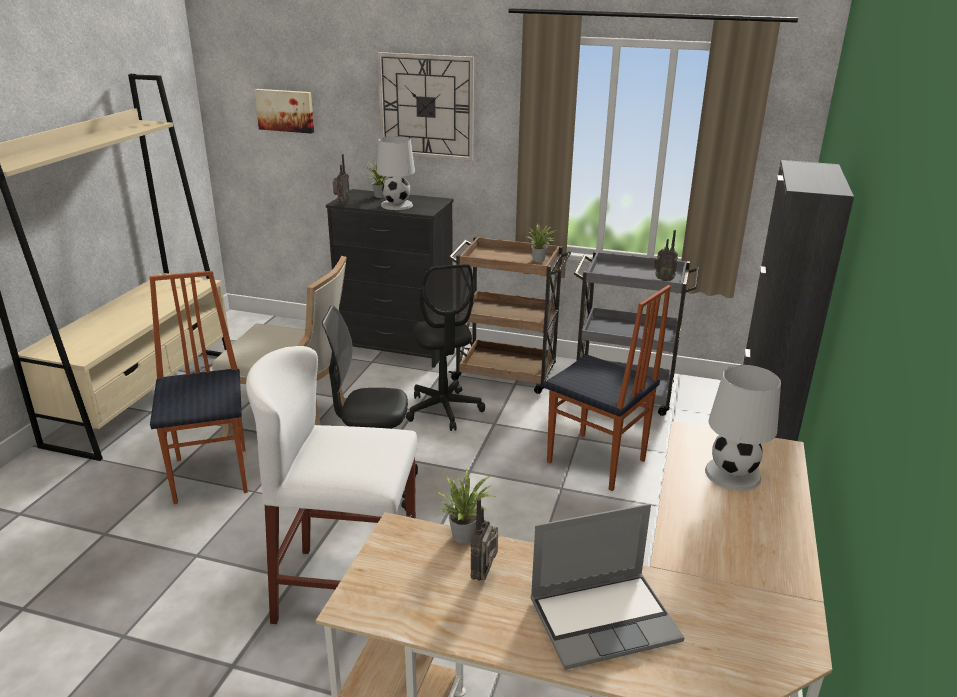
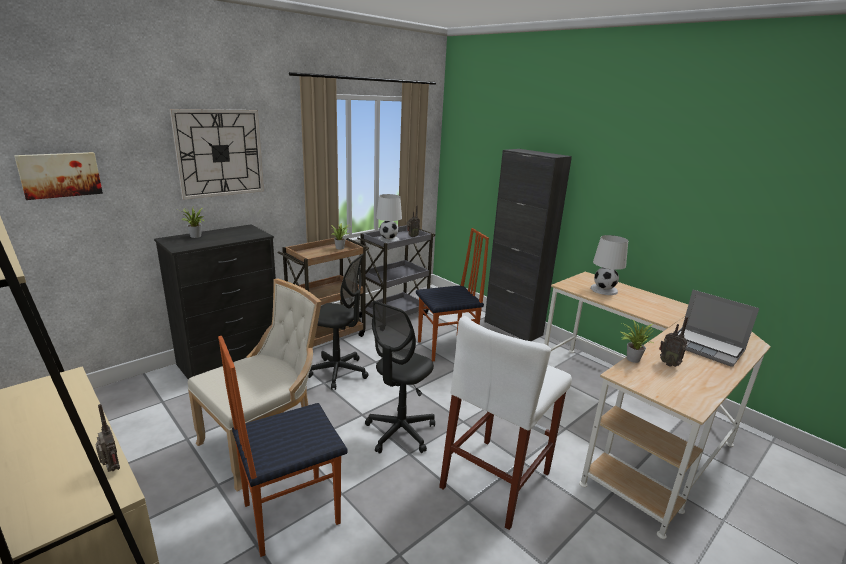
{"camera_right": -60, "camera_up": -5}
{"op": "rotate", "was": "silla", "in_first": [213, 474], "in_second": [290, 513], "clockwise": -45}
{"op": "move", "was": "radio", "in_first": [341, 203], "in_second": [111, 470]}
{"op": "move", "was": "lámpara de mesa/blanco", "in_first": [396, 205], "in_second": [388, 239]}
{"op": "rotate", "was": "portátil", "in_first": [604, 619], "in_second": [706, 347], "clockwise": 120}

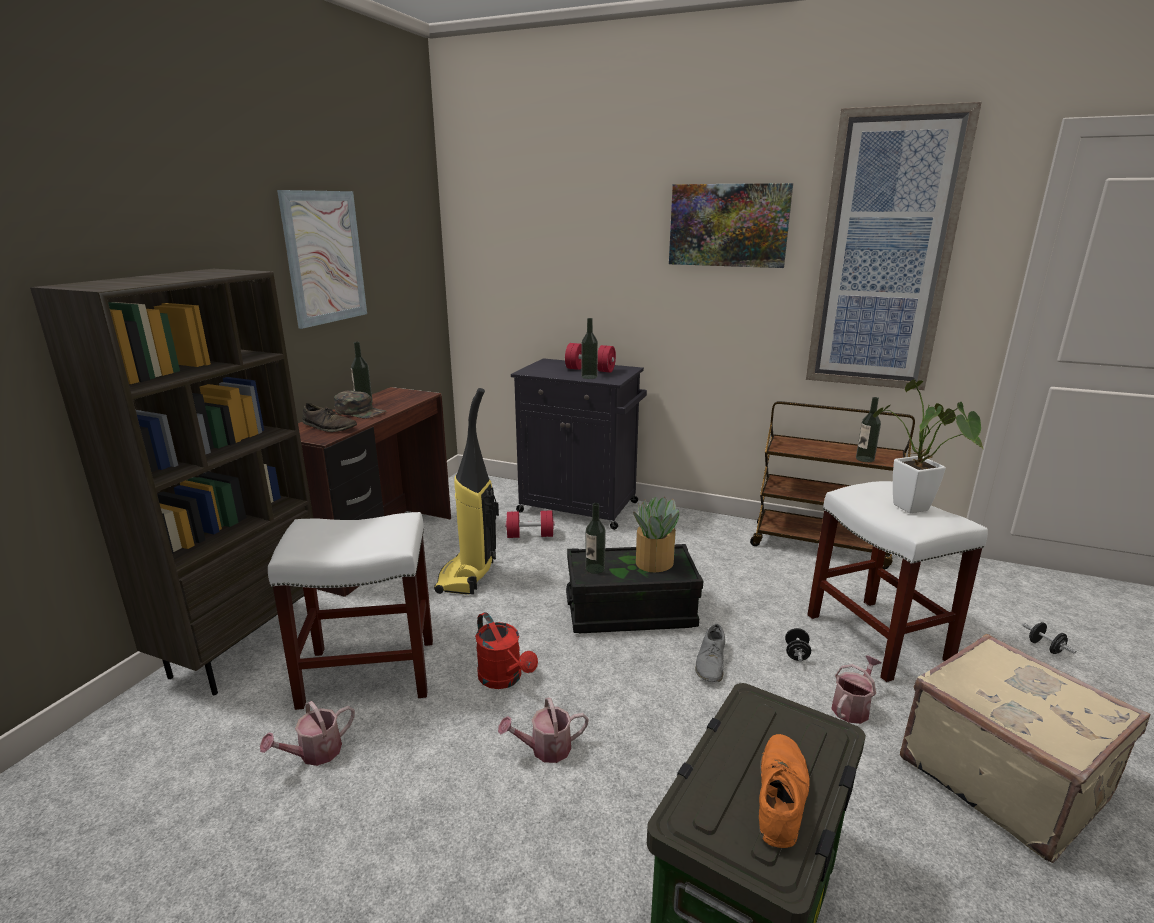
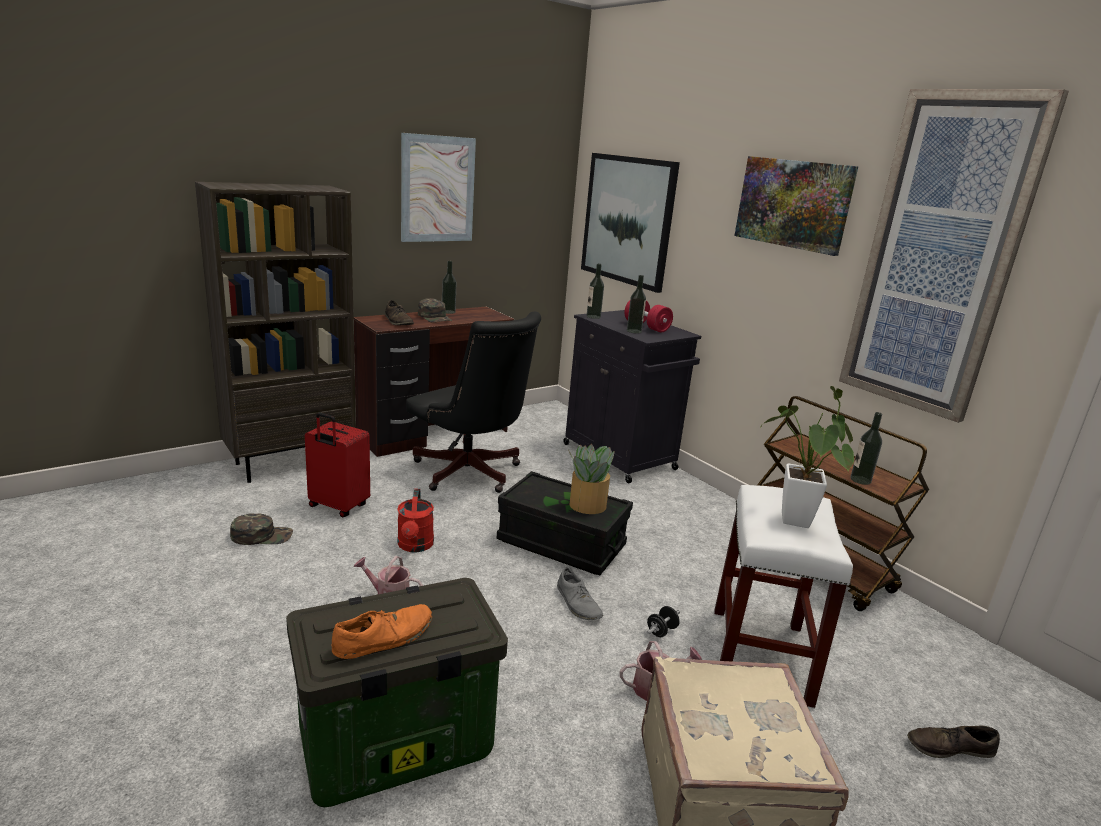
{"camera_right": 30, "camera_up": 0}
{"op": "replace", "was": "regadera", "now": "gorra/verde", "in_first": [314, 753], "in_second": [262, 535]}
{"op": "replace", "was": "taburete/blanco", "now": "maleta/rojo", "in_first": [367, 674], "in_second": [337, 507]}
{"op": "replace", "was": "aspiradora", "now": "silla de oficina/negro", "in_first": [468, 576], "in_second": [470, 474]}
{"op": "delete", "was": "mancuerna/rojo", "in_first": [530, 535]}
{"op": "move", "was": "botella", "in_first": [595, 568], "in_second": [593, 317]}
{"op": "rotate", "was": "zapato/gris", "in_first": [711, 662], "in_second": [578, 603], "clockwise": -75}
{"op": "replace", "was": "mancuerna/negro", "now": "zapato/marrón", "in_first": [1045, 647], "in_second": [949, 748]}
{"op": "insert", "now": "cuadro", "in_second": [627, 220]}

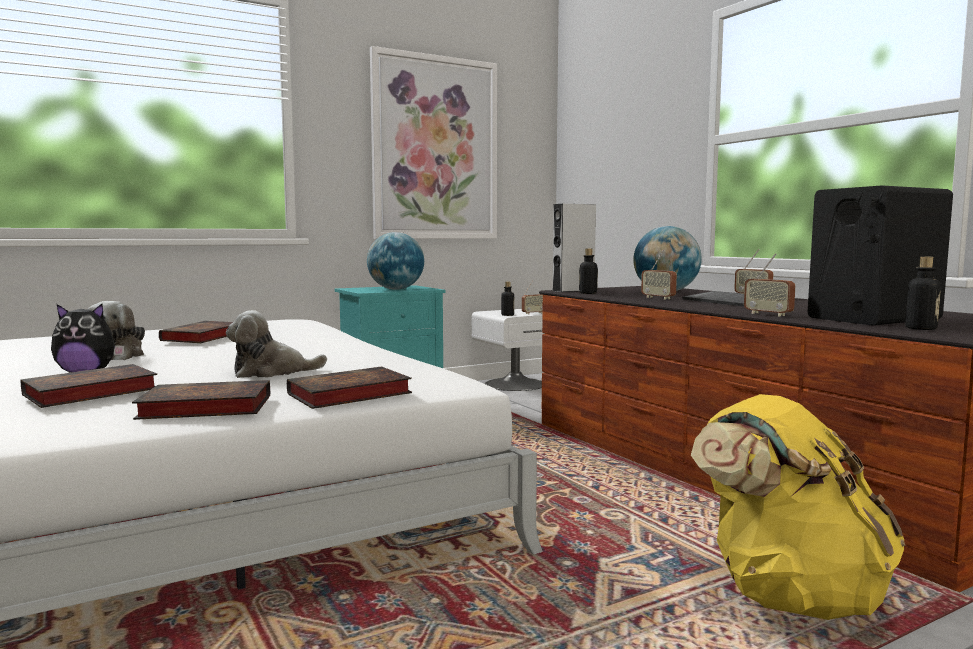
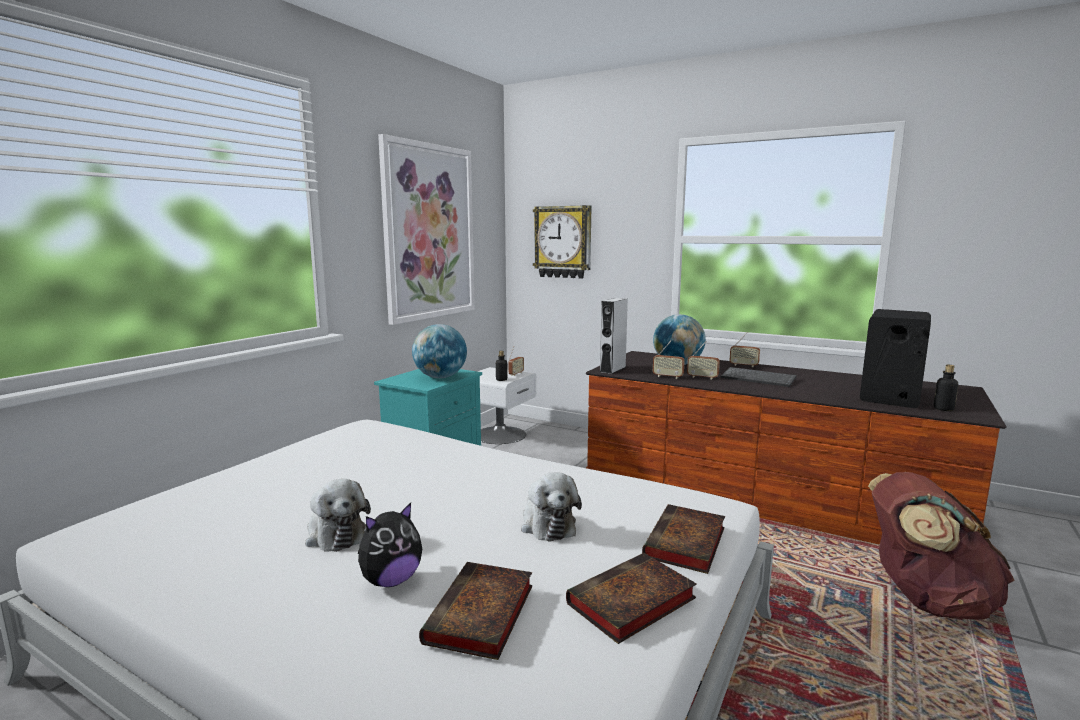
{"camera_right": -30, "camera_up": 5}
{"op": "delete", "was": "libro", "in_first": [202, 337]}
{"op": "rotate", "was": "peluche", "in_first": [271, 372], "in_second": [547, 524], "clockwise": -60}
{"op": "delete", "was": "botella", "in_first": [588, 293]}
{"op": "recolor", "was": "mochila/amarillo", "now": "mochila/marrón", "in_first": [789, 596], "in_second": [925, 600]}
{"op": "move", "was": "radio", "in_first": [768, 314], "in_second": [668, 377]}
{"op": "insert", "now": "reloj de pared", "in_second": [563, 242]}

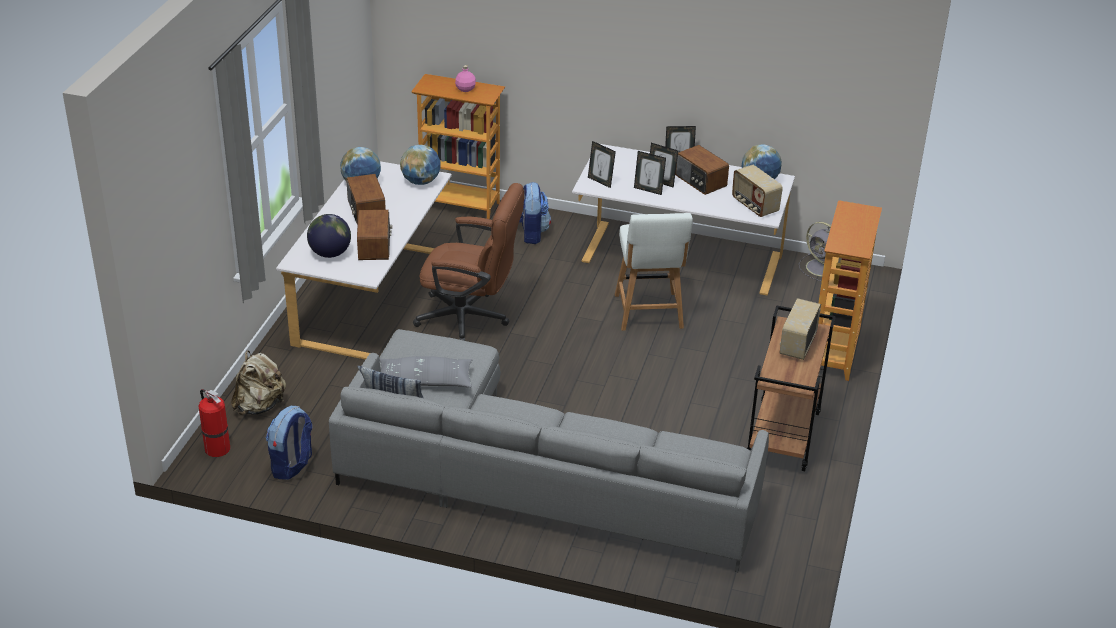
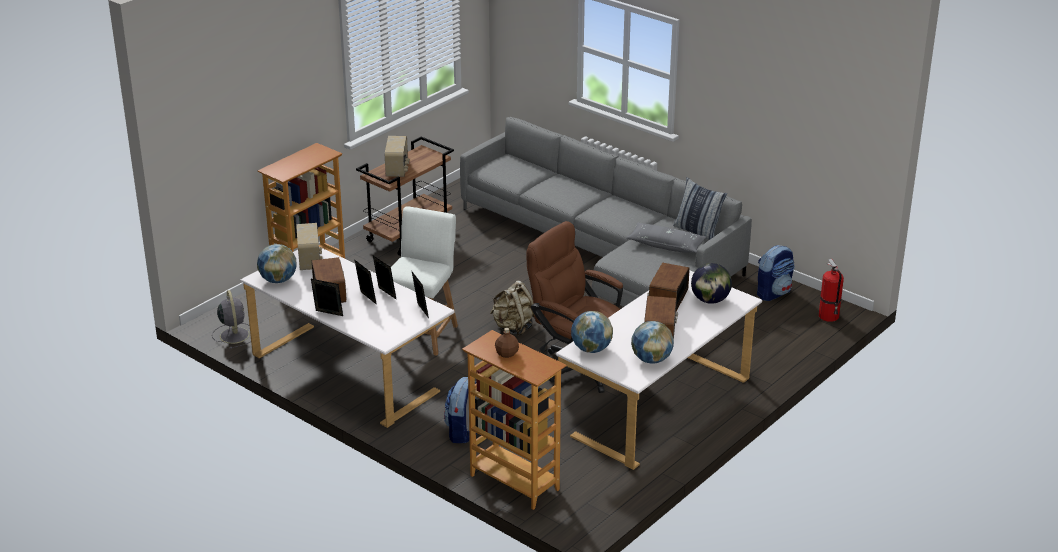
{"camera_right": -155, "camera_up": -5}
{"op": "move", "was": "mochila/beis", "in_first": [259, 406], "in_second": [513, 327]}
{"op": "recolor", "was": "botella/rosa", "now": "botella/marrón", "in_first": [465, 89], "in_second": [507, 354]}
{"op": "rotate", "was": "radio", "in_first": [797, 345], "in_second": [397, 170], "clockwise": -45}

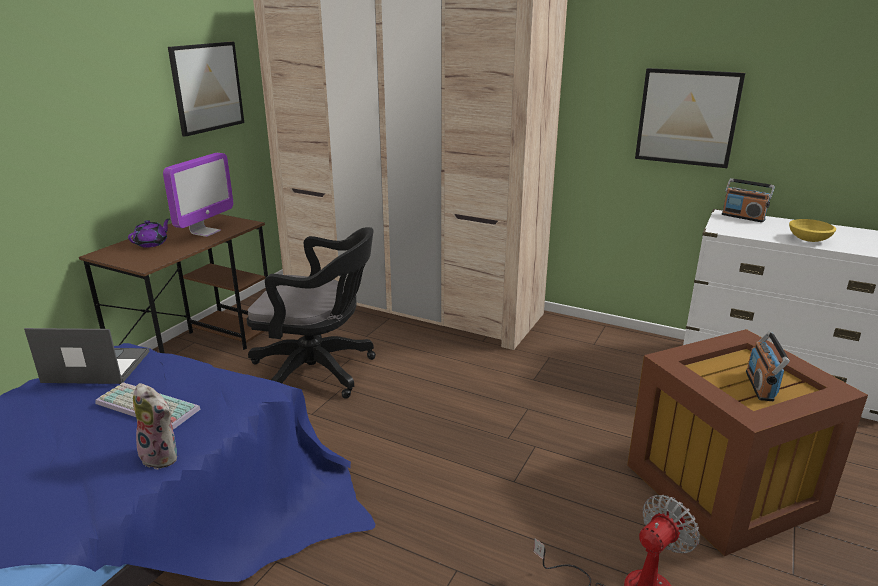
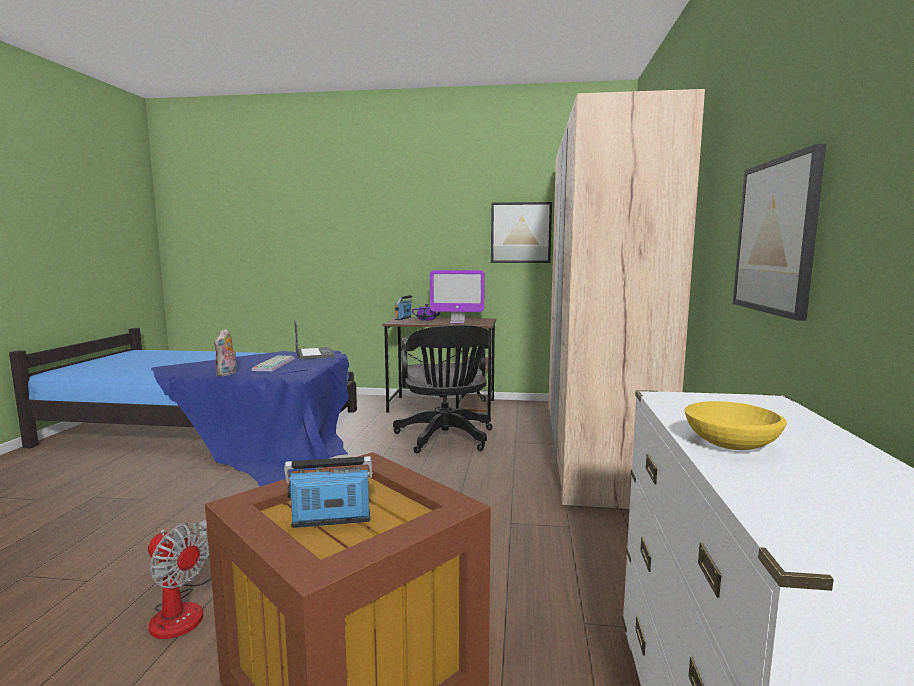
{"camera_right": 70, "camera_up": -15}
{"op": "move", "was": "radio", "in_first": [743, 217], "in_second": [403, 318]}

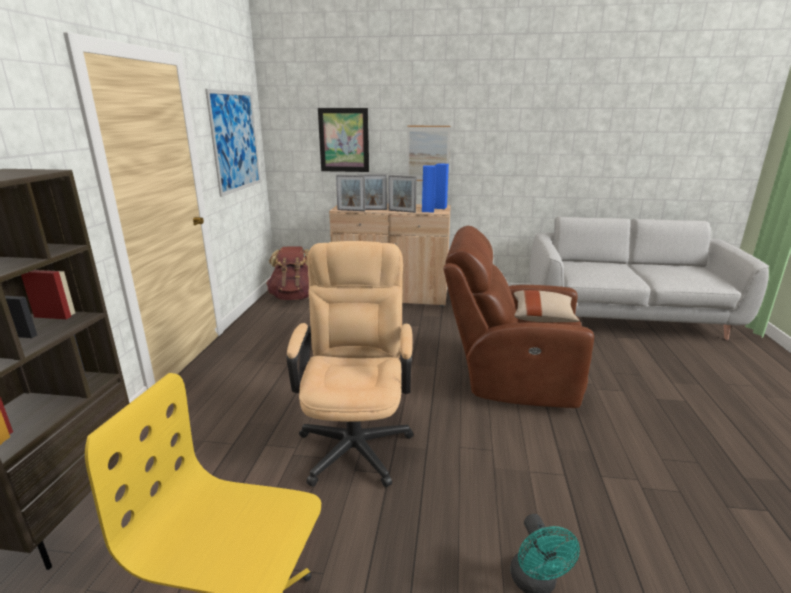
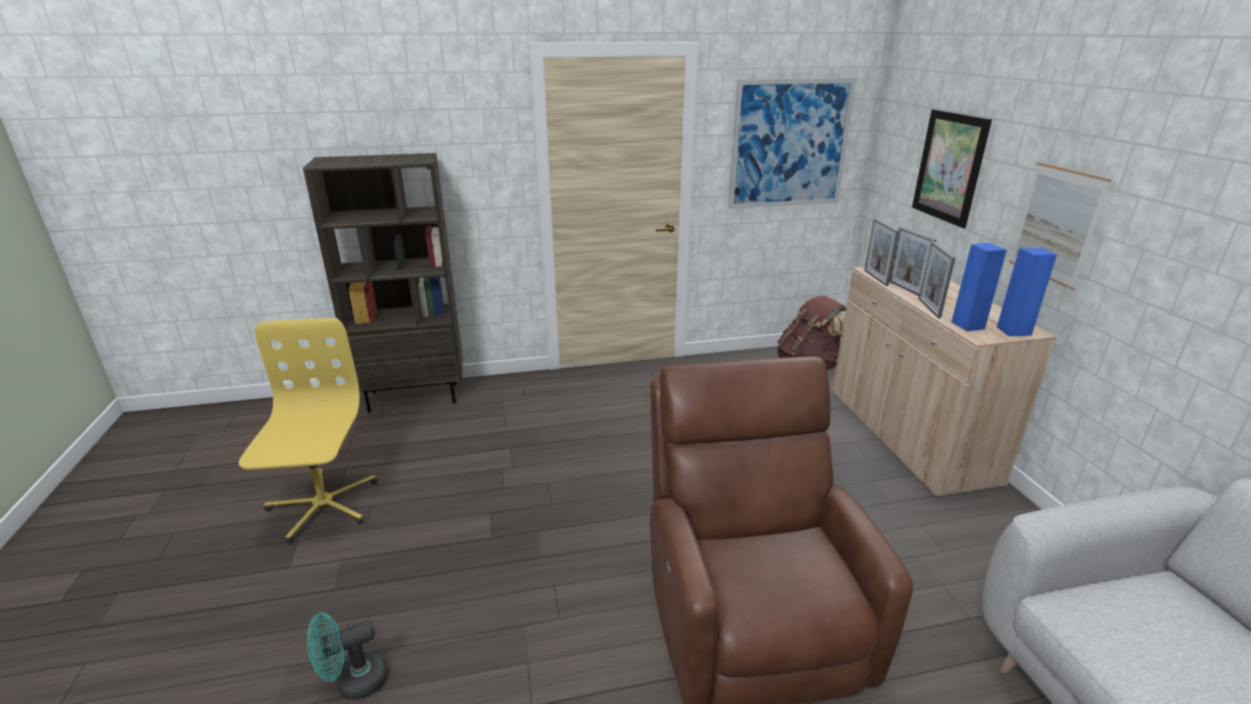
{"camera_right": 70, "camera_up": 5}
{"op": "delete", "was": "silla de oficina/beis", "in_first": [356, 439]}
{"op": "delete", "was": "cojín/beis", "in_first": [542, 318]}

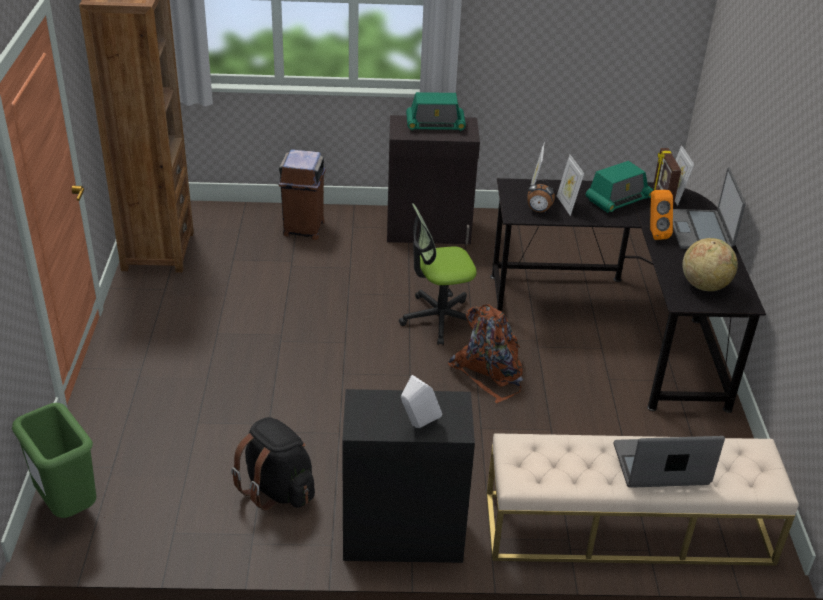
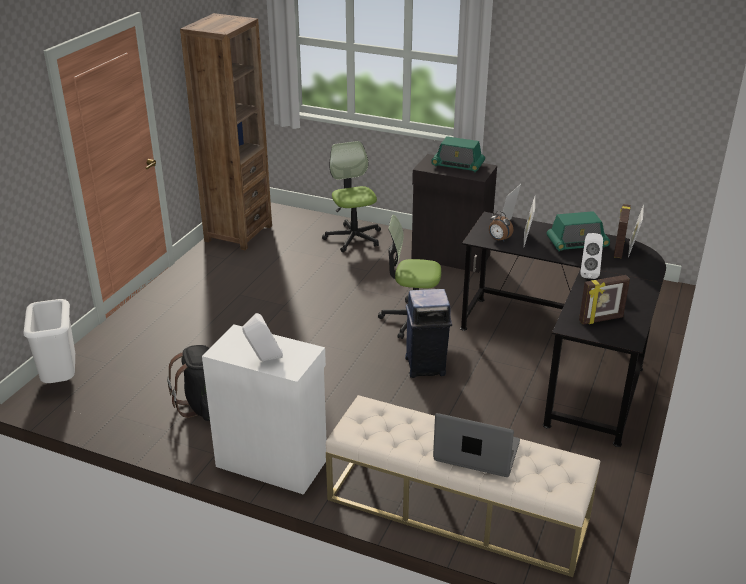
{"camera_right": 25, "camera_up": -5}
{"op": "recolor", "was": "papelera/verde", "now": "papelera/blanco", "in_first": [67, 506], "in_second": [60, 380]}
{"op": "replace", "was": "papelera/marrón", "now": "silla de oficina", "in_first": [303, 229], "in_second": [353, 238]}
{"op": "recolor", "was": "armario/negro", "now": "armario/blanco", "in_first": [402, 534], "in_second": [271, 461]}
{"op": "replace", "was": "mochila/marrón", "now": "papelera/azul", "in_first": [490, 371], "in_second": [426, 366]}
{"op": "recolor", "was": "altavoz/naranja", "now": "altavoz/blanco", "in_first": [654, 233], "in_second": [588, 273]}
{"op": "delete", "was": "portátil", "in_first": [700, 231]}
{"op": "replace", "was": "globo terráqueo", "now": "portarretratos", "in_first": [704, 285], "in_second": [601, 319]}

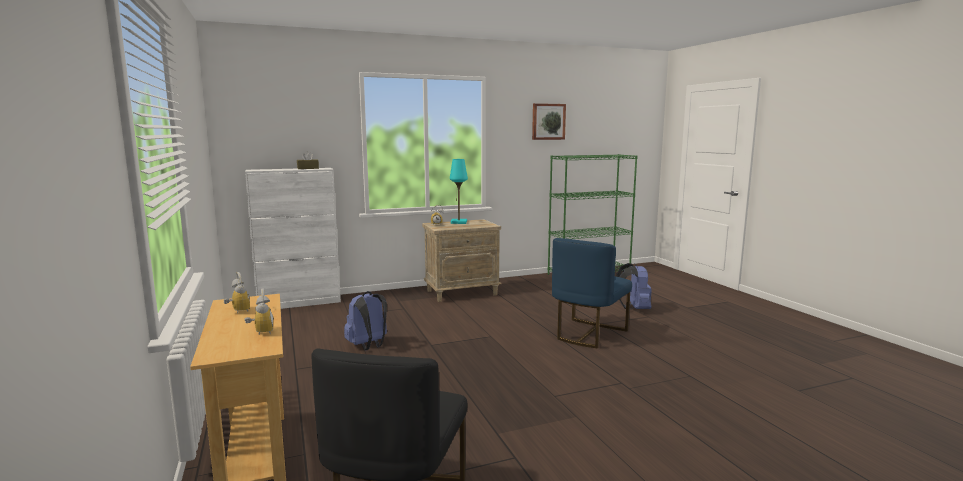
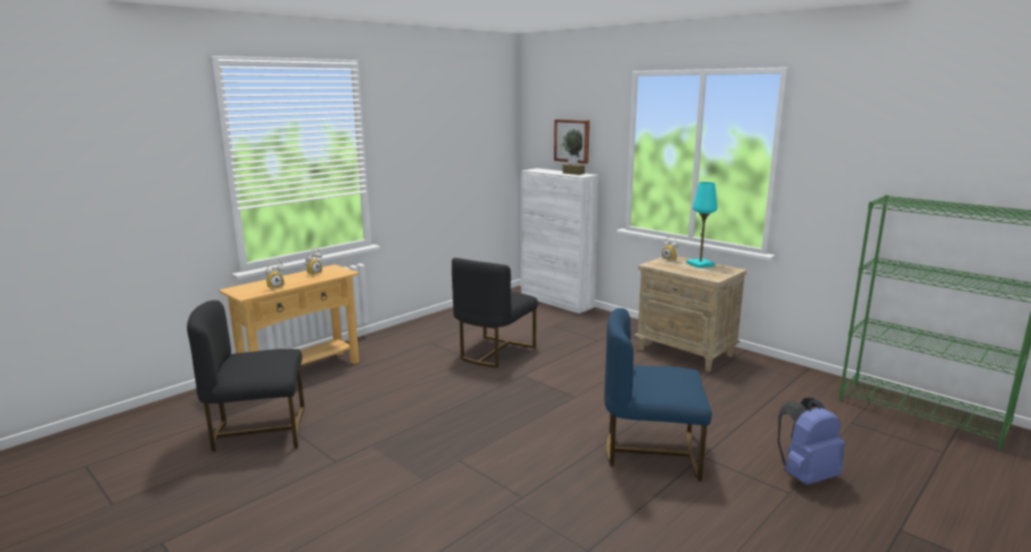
{"camera_right": 65, "camera_up": 5}
{"op": "replace", "was": "mochila/azul", "now": "silla/negro", "in_first": [368, 346], "in_second": [494, 352]}
{"op": "move", "was": "cuadro", "in_first": [548, 121], "in_second": [572, 141]}

